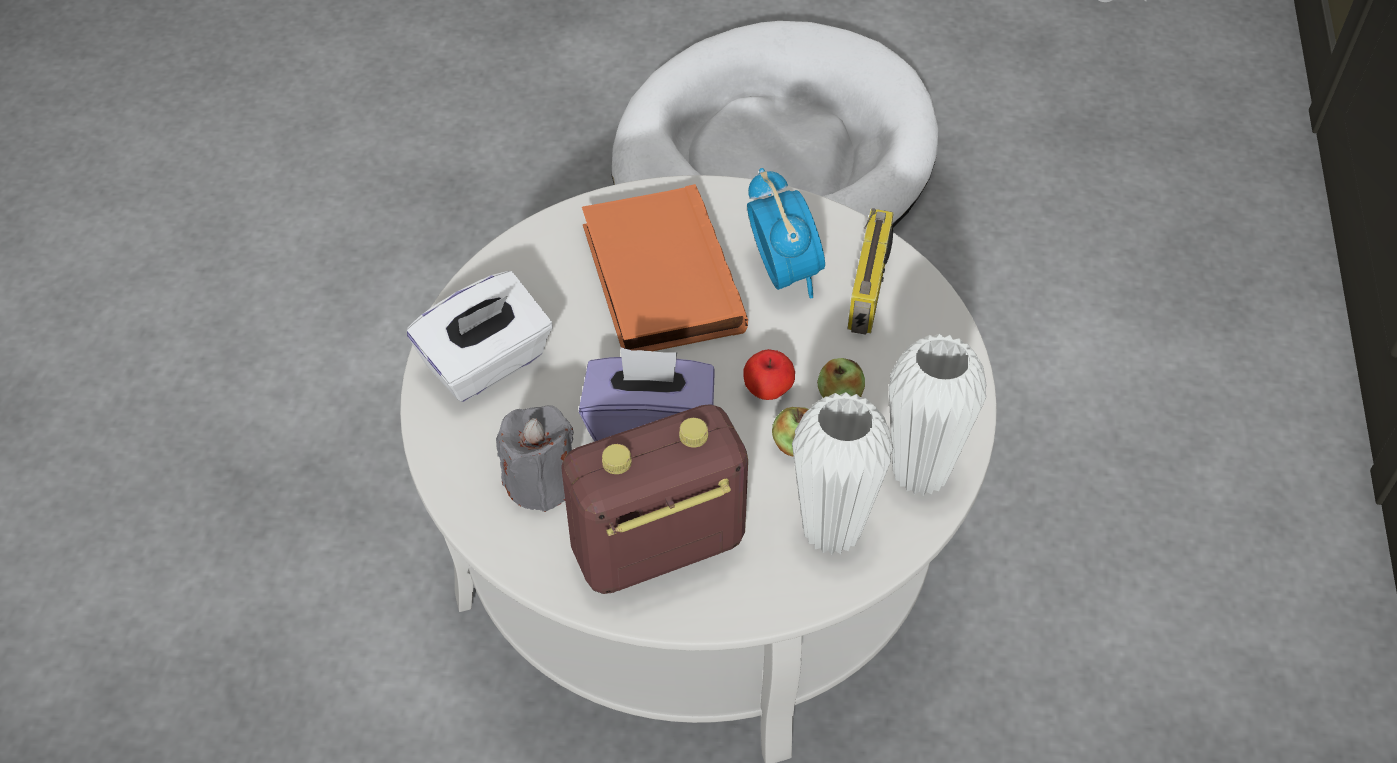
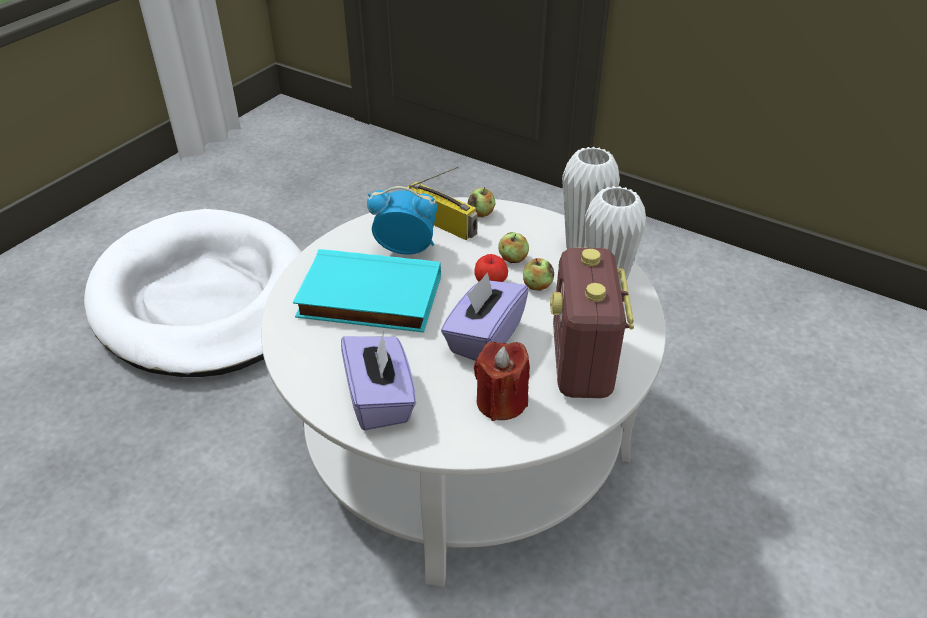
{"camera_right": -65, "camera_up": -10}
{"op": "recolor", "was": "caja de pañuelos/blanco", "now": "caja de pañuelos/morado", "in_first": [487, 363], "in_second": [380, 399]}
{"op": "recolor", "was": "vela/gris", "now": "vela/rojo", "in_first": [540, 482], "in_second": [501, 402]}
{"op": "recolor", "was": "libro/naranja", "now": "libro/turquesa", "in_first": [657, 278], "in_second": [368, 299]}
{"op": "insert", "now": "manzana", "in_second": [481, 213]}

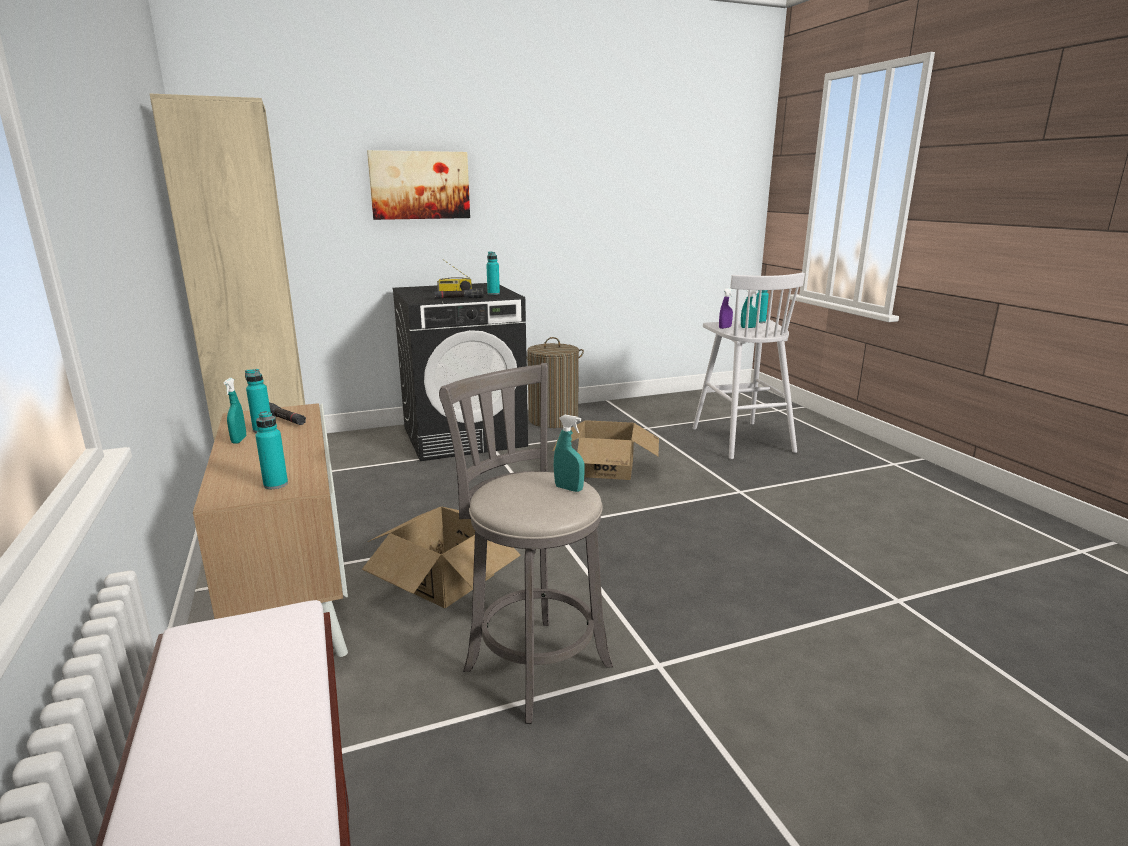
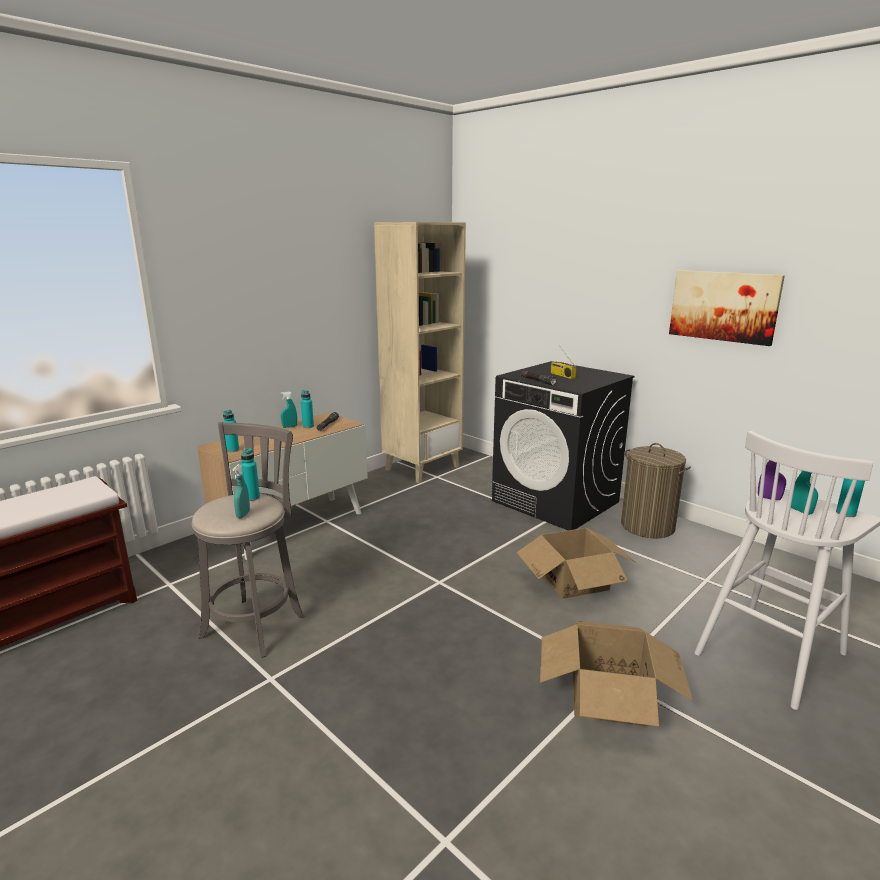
{"camera_right": 65, "camera_up": 0}
{"op": "move", "was": "caja de cartón", "in_first": [444, 579], "in_second": [608, 694]}
{"op": "move", "was": "cuadro", "in_first": [419, 185], "in_second": [723, 306]}
{"op": "move", "was": "botella/turquesa", "in_first": [493, 294], "in_second": [252, 498]}

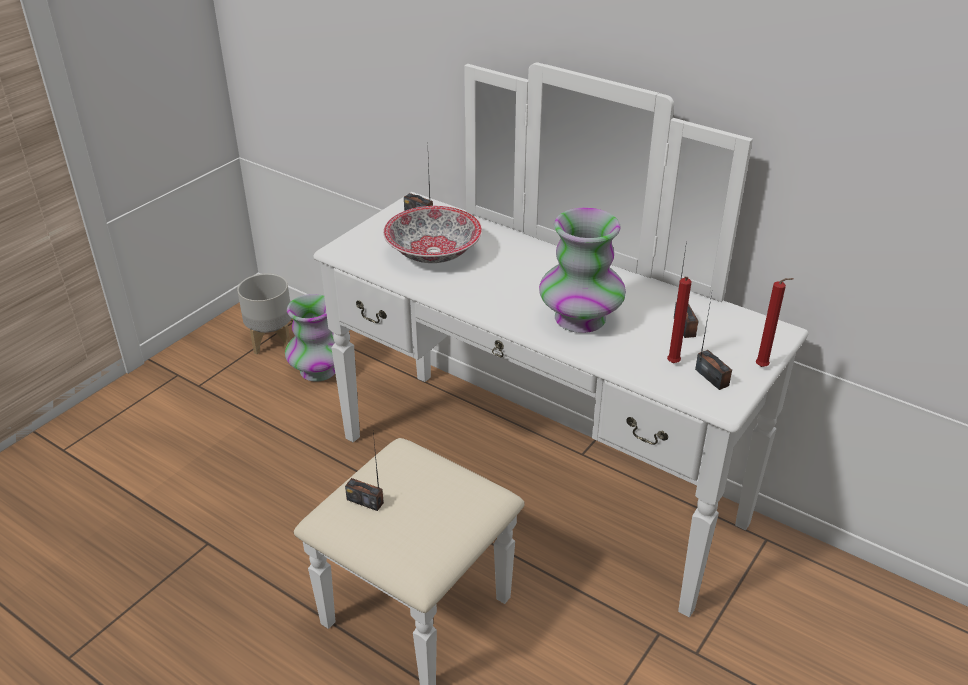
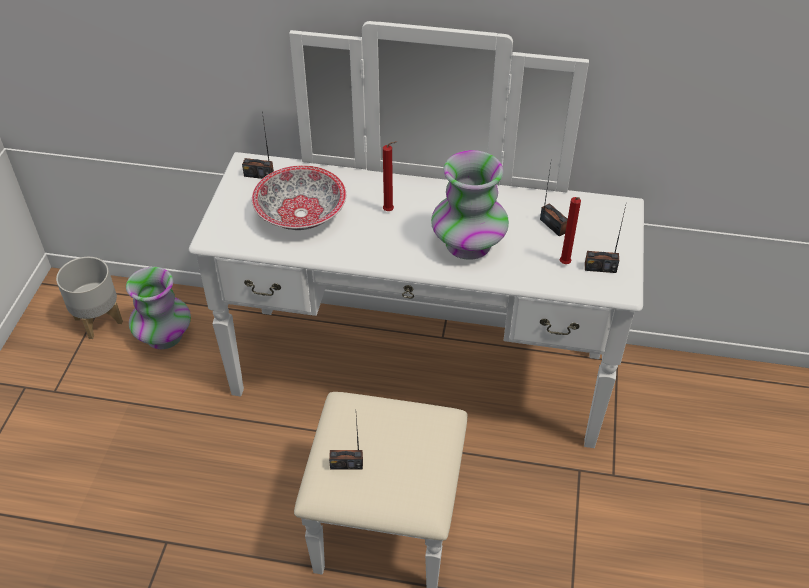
{"camera_right": -25, "camera_up": 10}
{"op": "rotate", "was": "radio", "in_first": [711, 377], "in_second": [600, 267], "clockwise": 150}
{"op": "move", "was": "vela/rojo", "in_first": [763, 367], "in_second": [390, 211]}

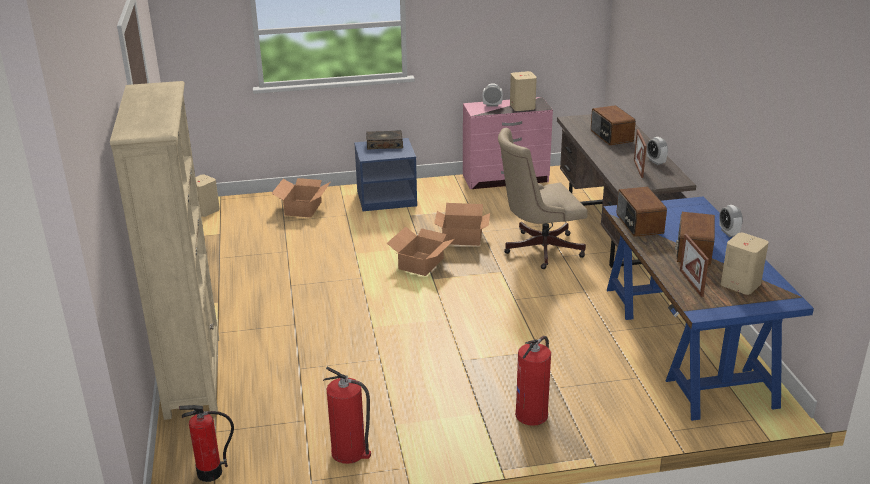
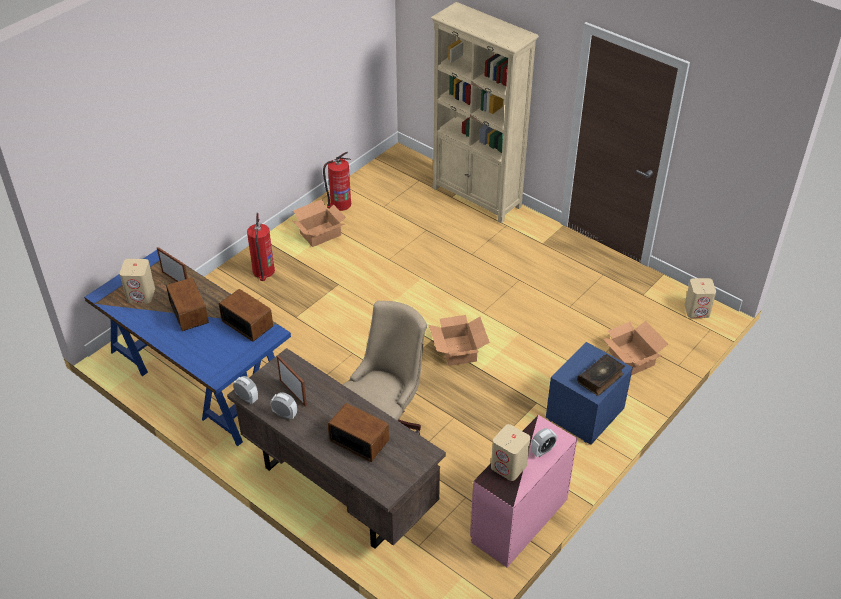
{"camera_right": 140, "camera_up": 15}
{"op": "delete", "was": "extintor", "in_first": [210, 473]}
{"op": "move", "was": "caja de cartón", "in_first": [461, 237], "in_second": [321, 234]}
{"op": "move", "was": "despertador", "in_first": [728, 233], "in_second": [247, 398]}

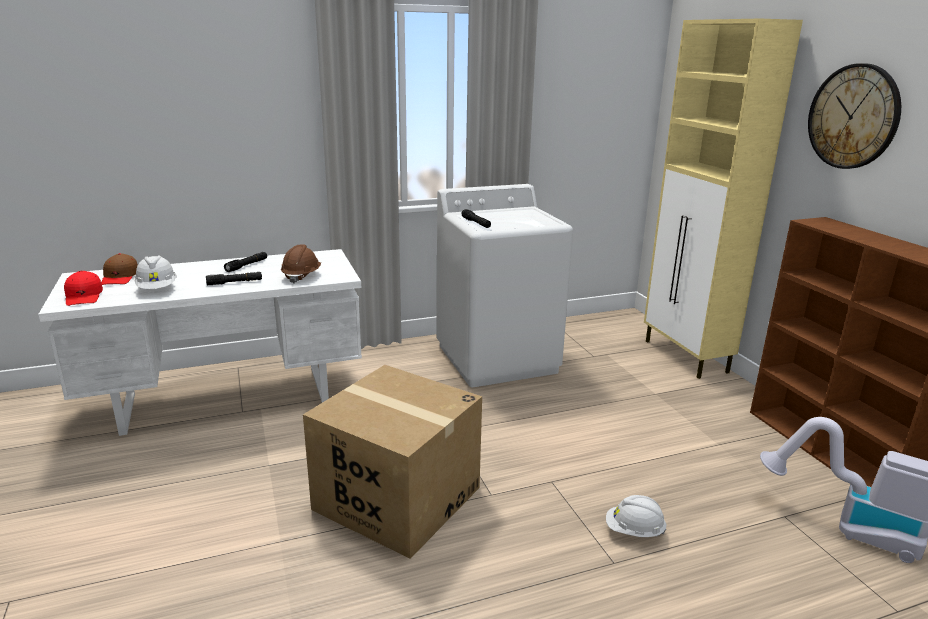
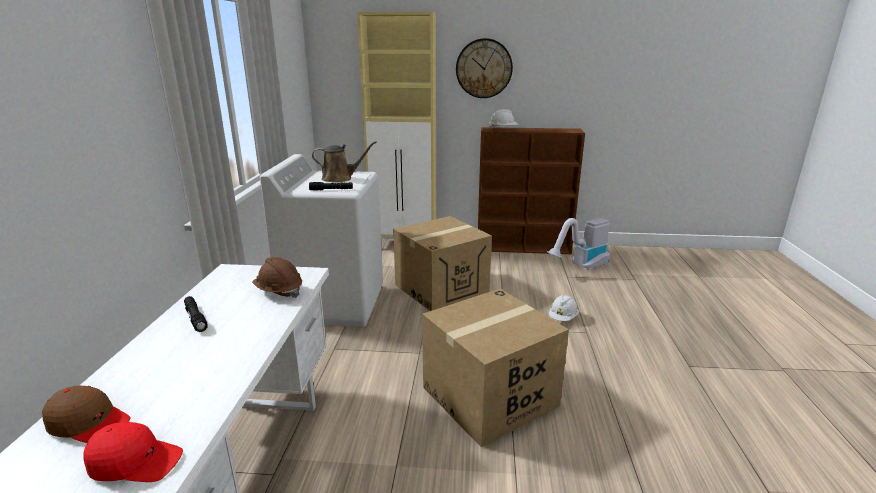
{"camera_right": -65, "camera_up": 0}
{"op": "move", "was": "casco/blanco", "in_first": [157, 289], "in_second": [503, 129]}
{"op": "delete", "was": "linterna/negro", "in_first": [235, 283]}
{"op": "insert", "now": "regadera/marrón", "in_second": [340, 178]}
{"op": "insert", "now": "caja de cartón", "in_second": [441, 288]}

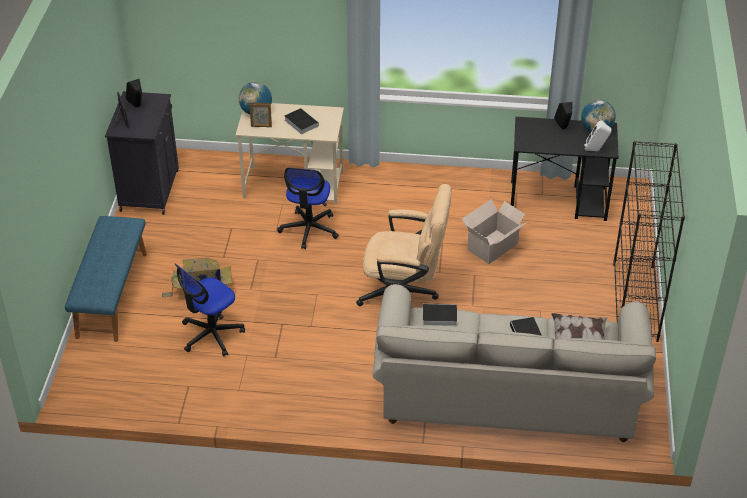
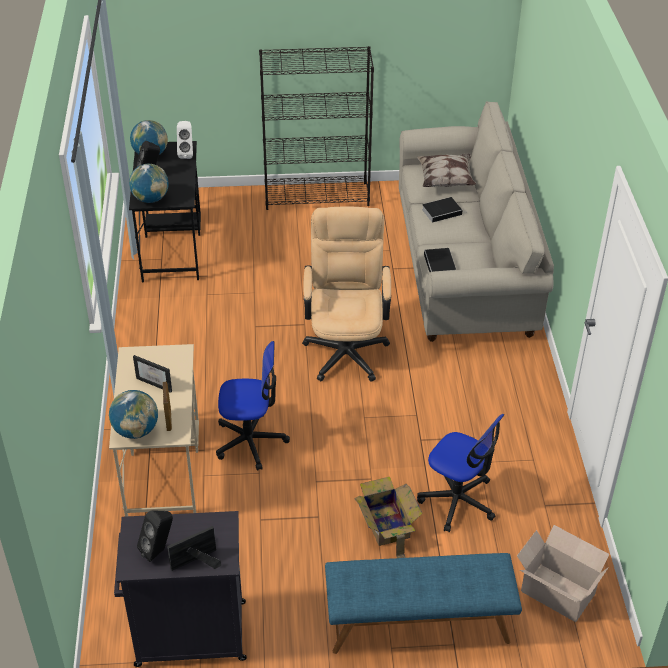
{"camera_right": -100, "camera_up": 0}
{"op": "replace", "was": "libro", "now": "portarretratos", "in_first": [300, 122], "in_second": [157, 382]}
{"op": "move", "was": "caja de cartón", "in_first": [494, 246], "in_second": [556, 591]}
{"op": "insert", "now": "globo terráqueo", "in_second": [150, 199]}

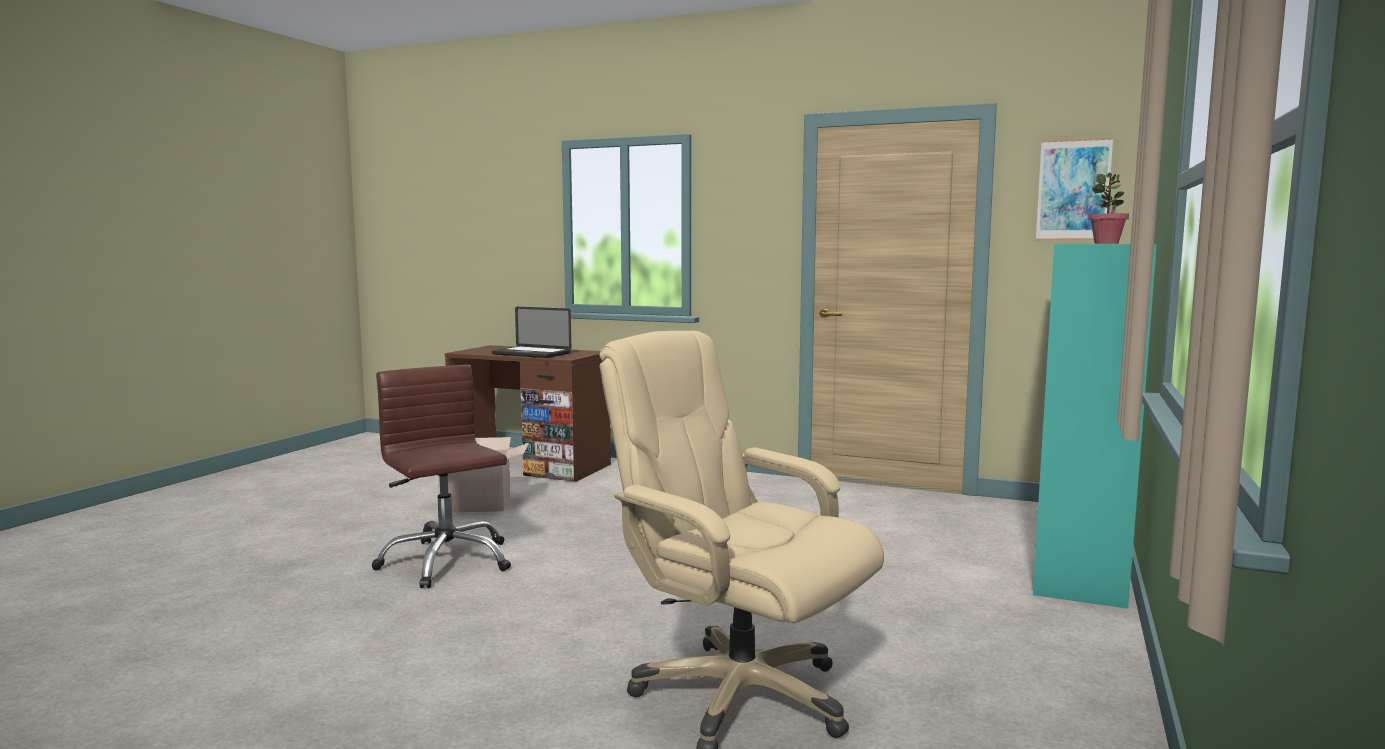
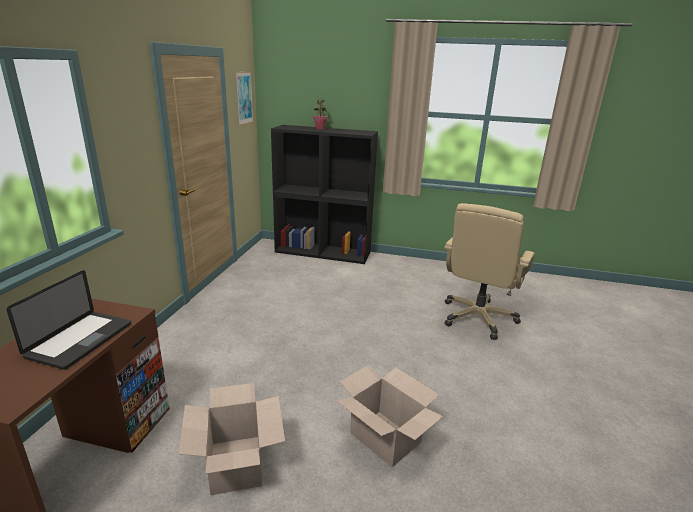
{"camera_right": -100, "camera_up": 15}
{"op": "replace", "was": "silla de oficina/marrón", "now": "caja de cartón", "in_first": [446, 562], "in_second": [384, 438]}
{"op": "recolor", "was": "estantería/turquesa", "now": "estantería/negro", "in_first": [1078, 558], "in_second": [323, 252]}

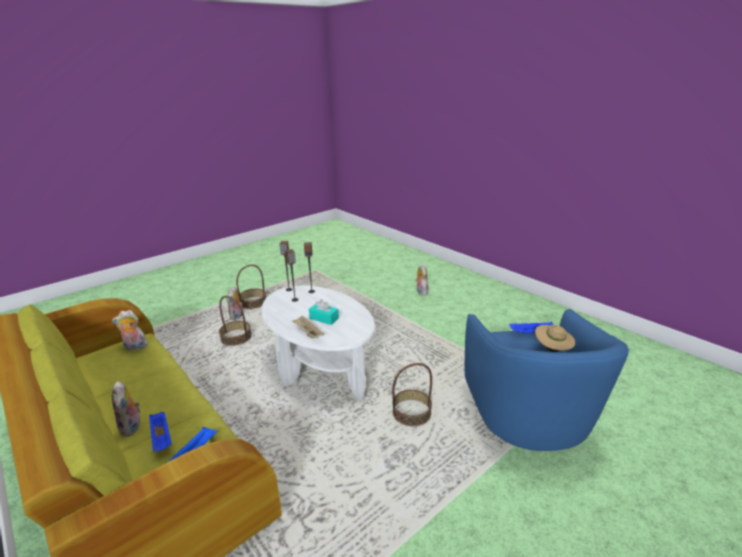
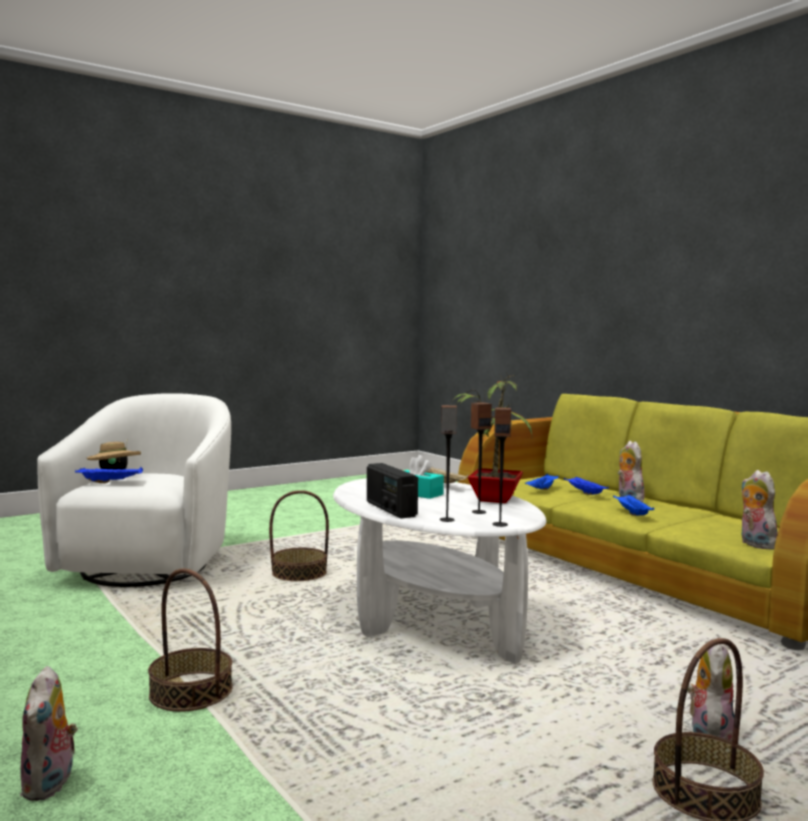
{"camera_right": -175, "camera_up": -20}
{"op": "rotate", "was": "peluche", "in_first": [135, 347], "in_second": [754, 544], "clockwise": -105}
{"op": "move", "was": "cesta", "in_first": [236, 337], "in_second": [190, 691]}
{"op": "recolor", "was": "sillón/azul", "now": "sillón/blanco", "in_first": [528, 417], "in_second": [151, 563]}
{"op": "insert", "now": "radio", "in_second": [390, 509]}
{"op": "insert", "now": "planta en maceta", "in_second": [492, 499]}
{"op": "insert", "now": "bandeja/azul", "in_second": [631, 513]}

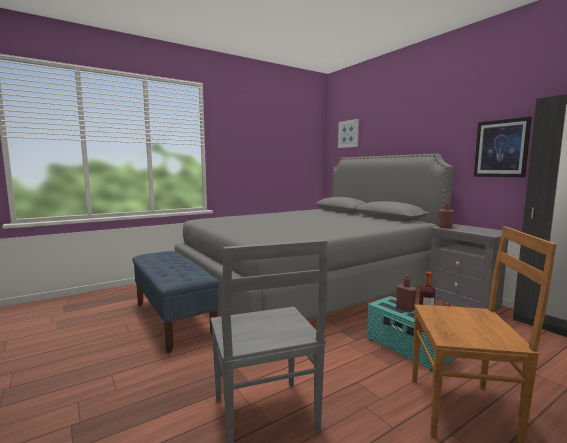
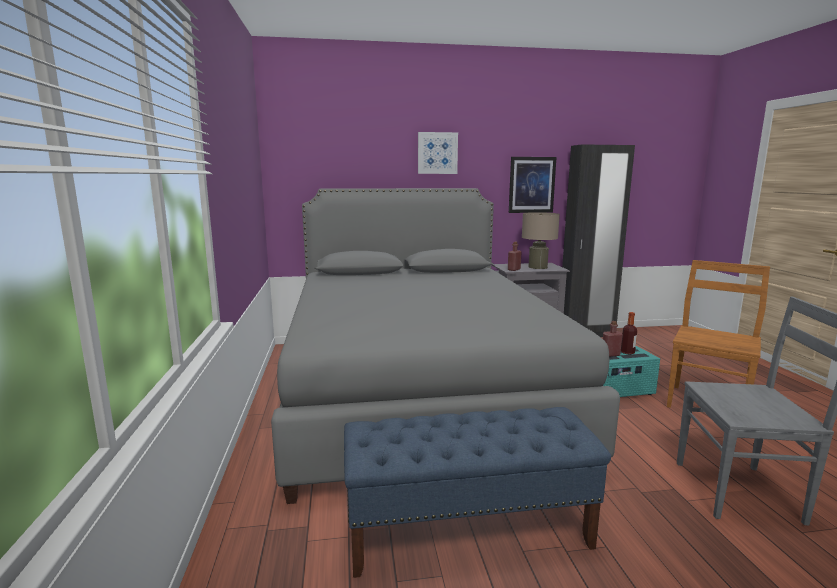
{"camera_right": -65, "camera_up": 5}
{"op": "move", "was": "cuadro", "in_first": [348, 134], "in_second": [437, 153]}
{"op": "insert", "now": "lámpara de mesa/beis", "in_second": [537, 267]}

